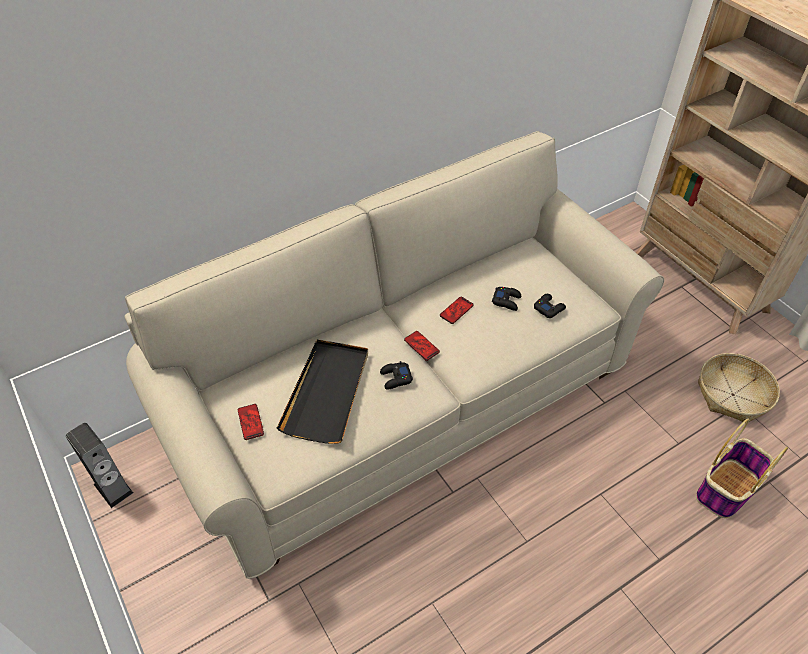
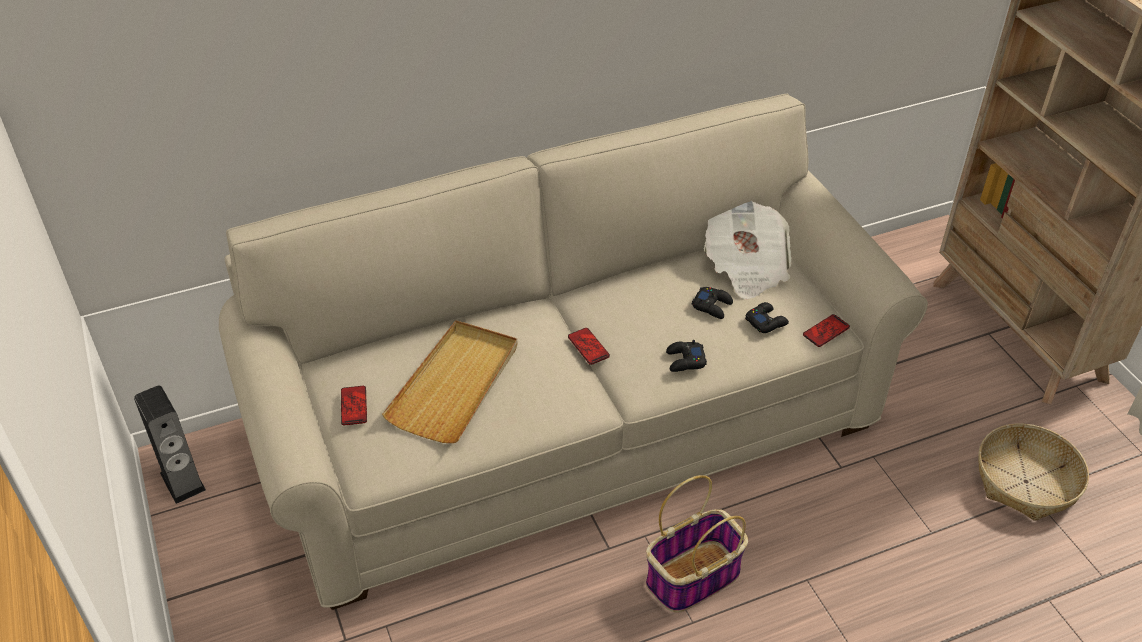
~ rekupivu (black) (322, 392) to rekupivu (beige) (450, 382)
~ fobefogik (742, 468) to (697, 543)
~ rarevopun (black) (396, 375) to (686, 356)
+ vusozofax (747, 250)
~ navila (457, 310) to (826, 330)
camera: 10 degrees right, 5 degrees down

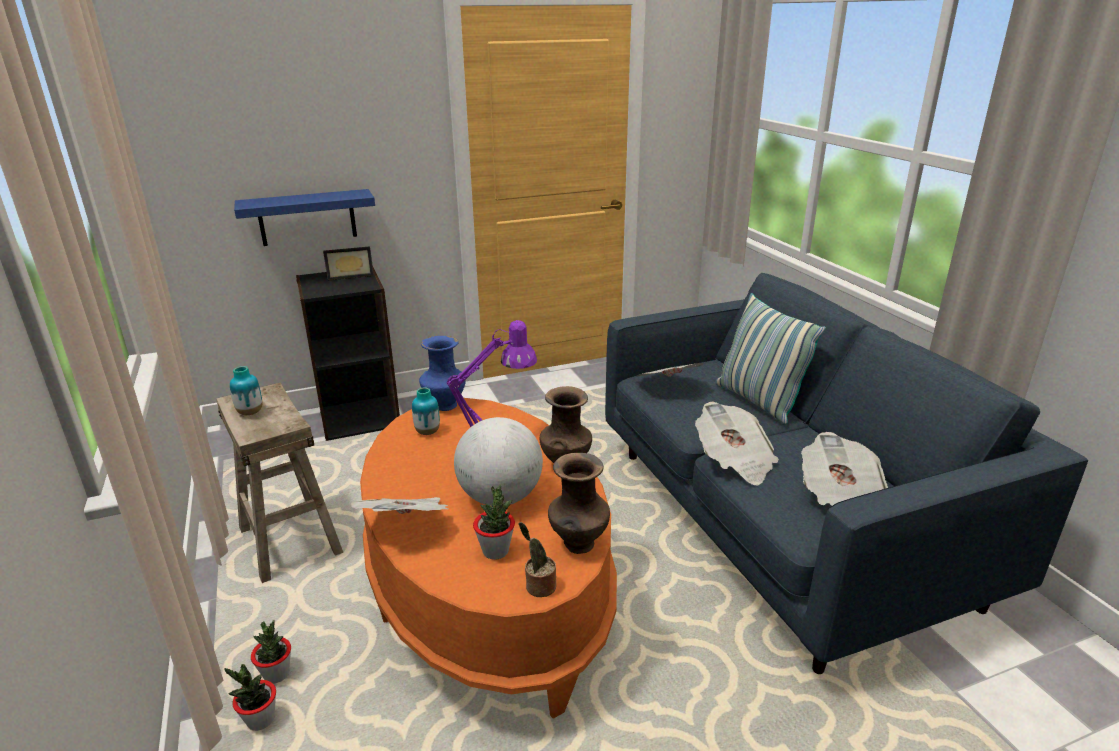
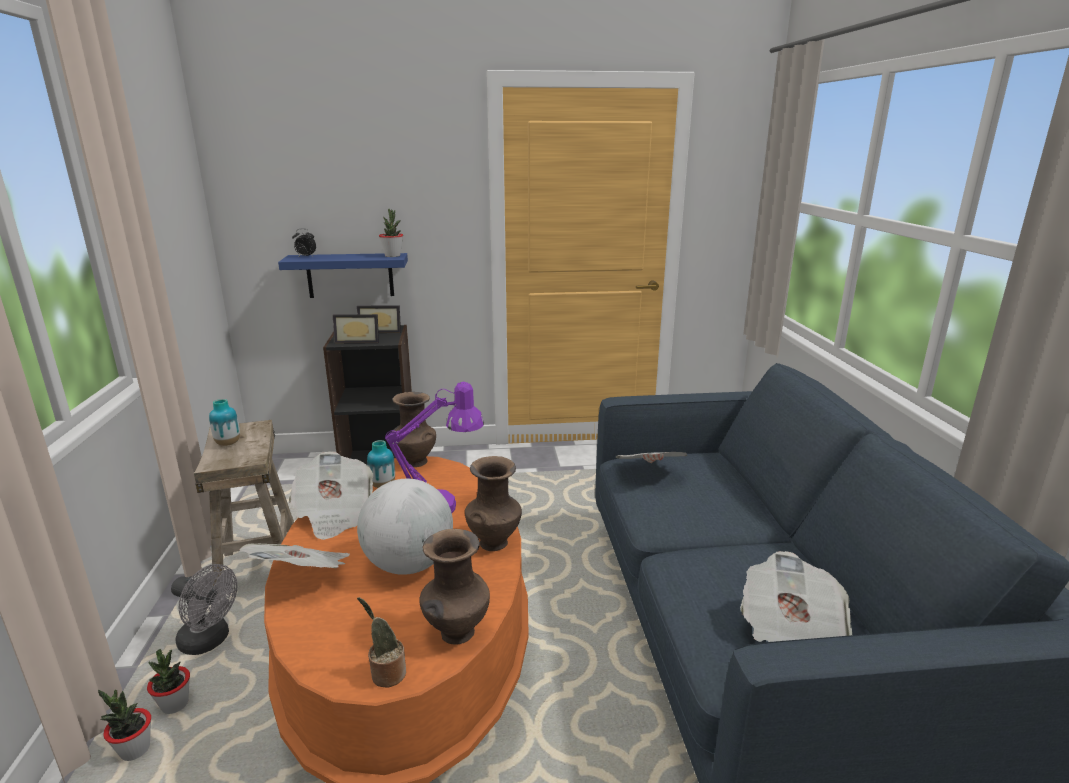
+ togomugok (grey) (204, 609)
~ vusozofax (737, 444) to (330, 496)
+ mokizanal (304, 242)
+ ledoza (356, 329)
~ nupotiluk (494, 522) to (391, 233)
~ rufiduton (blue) (442, 373) to rufiduton (brown) (414, 429)
- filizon (770, 358)
camera: 15 degrees right, 5 degrees down

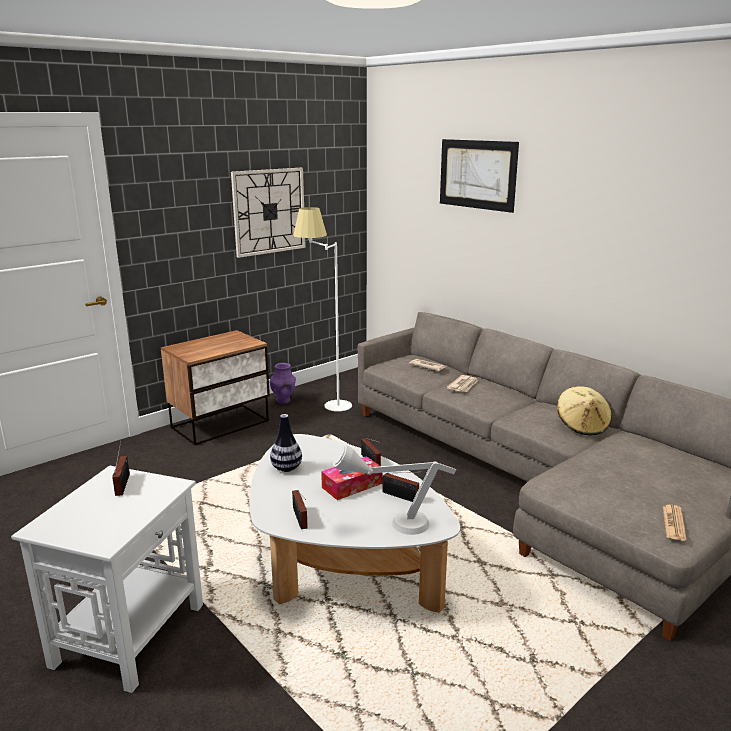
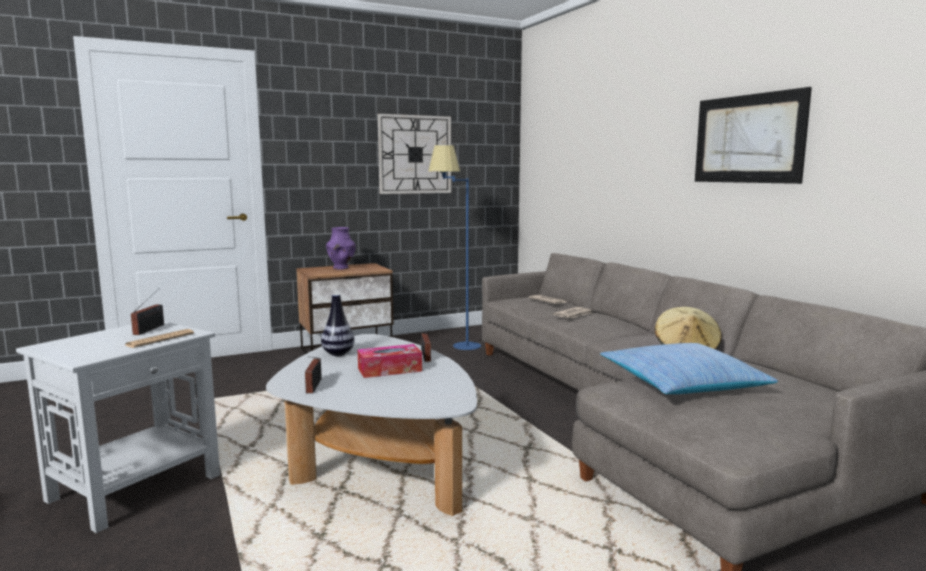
~ vusozofax (674, 523) to (159, 338)
~ rufiduton (purple) (283, 383) to (341, 248)
~ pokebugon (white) (322, 309) to pokebugon (blue) (454, 247)
+ filizon (689, 368)
~ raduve (479, 176) to (753, 135)
- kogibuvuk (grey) (394, 489)
- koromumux (400, 487)
camera: 15 degrees right, 10 degrees down

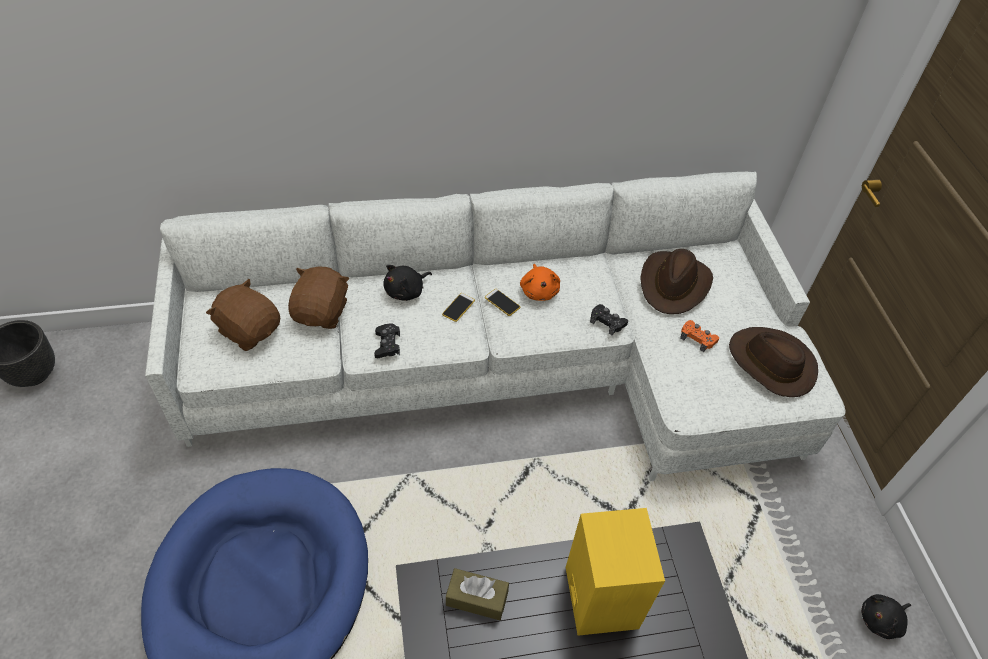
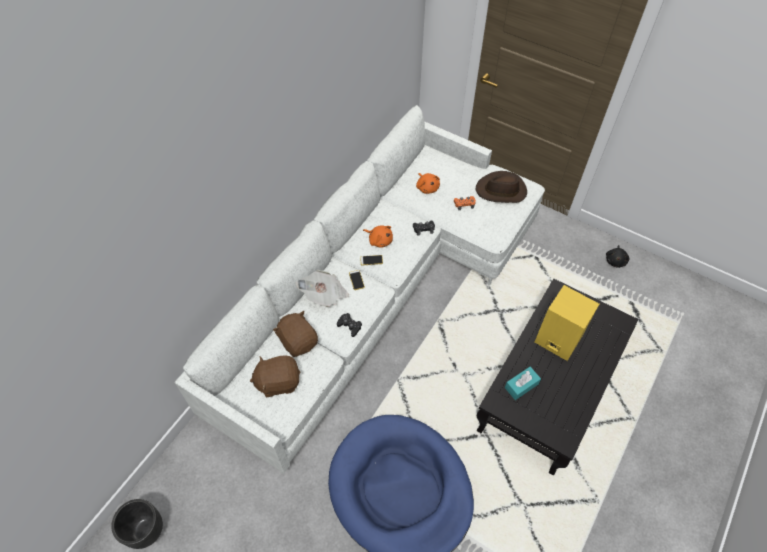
~ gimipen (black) (407, 283) to vusozofax (322, 288)
~ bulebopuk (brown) (676, 281) to gimipen (orange) (428, 183)
~ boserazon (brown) (477, 594) to boserazon (turquoise) (523, 383)
camera: 45 degrees left, 5 degrees up

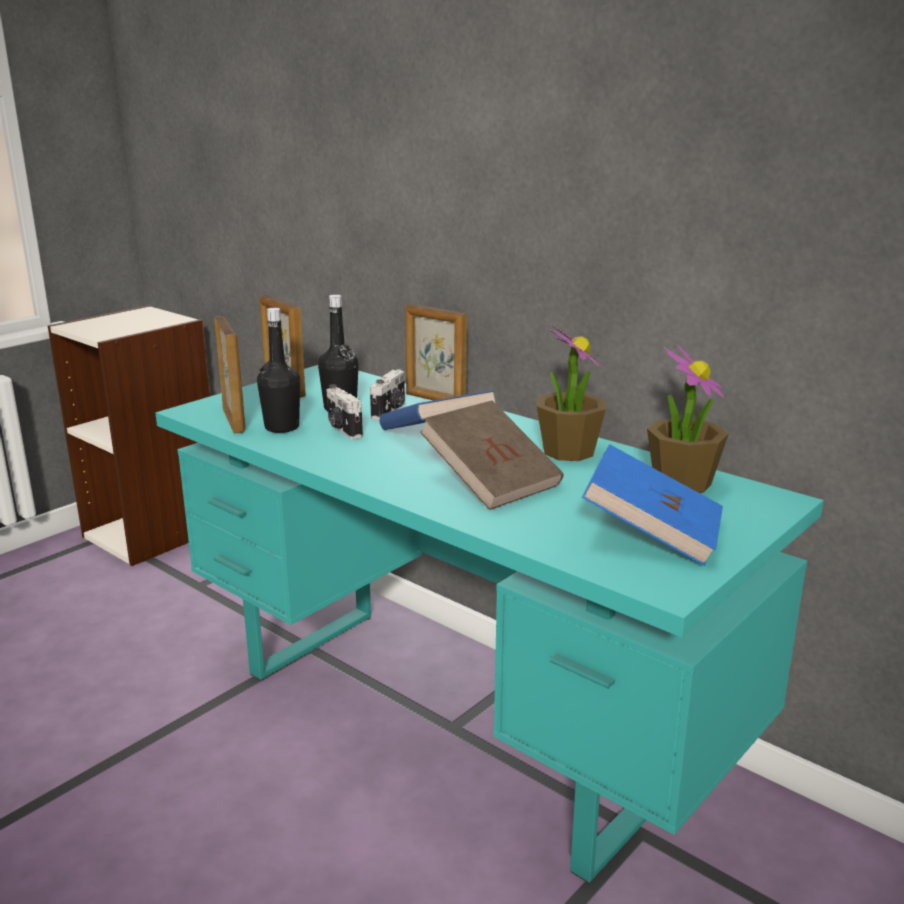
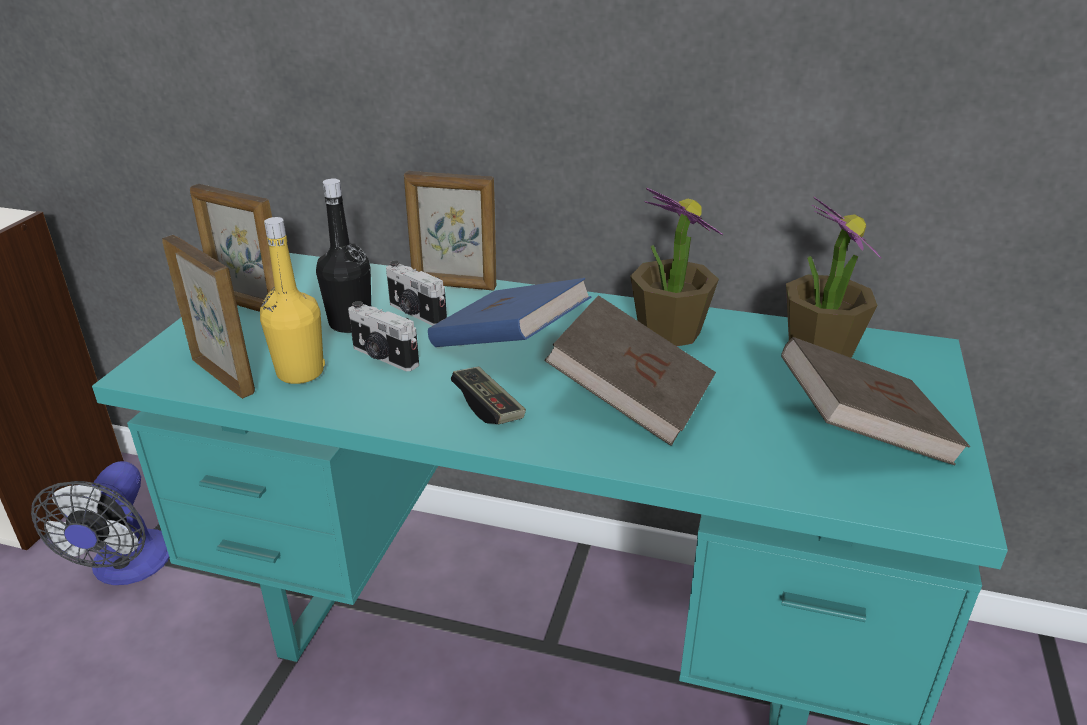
+ togomugok (100, 523)
~ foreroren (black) (278, 370) to foreroren (yellow) (292, 300)
~ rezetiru (387, 394) = (416, 293) 135 degrees clockwise
+ rarevopun (488, 395)
~ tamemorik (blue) (652, 505) to tamemorik (brown) (875, 401)
camera: 25 degrees left, 10 degrees up

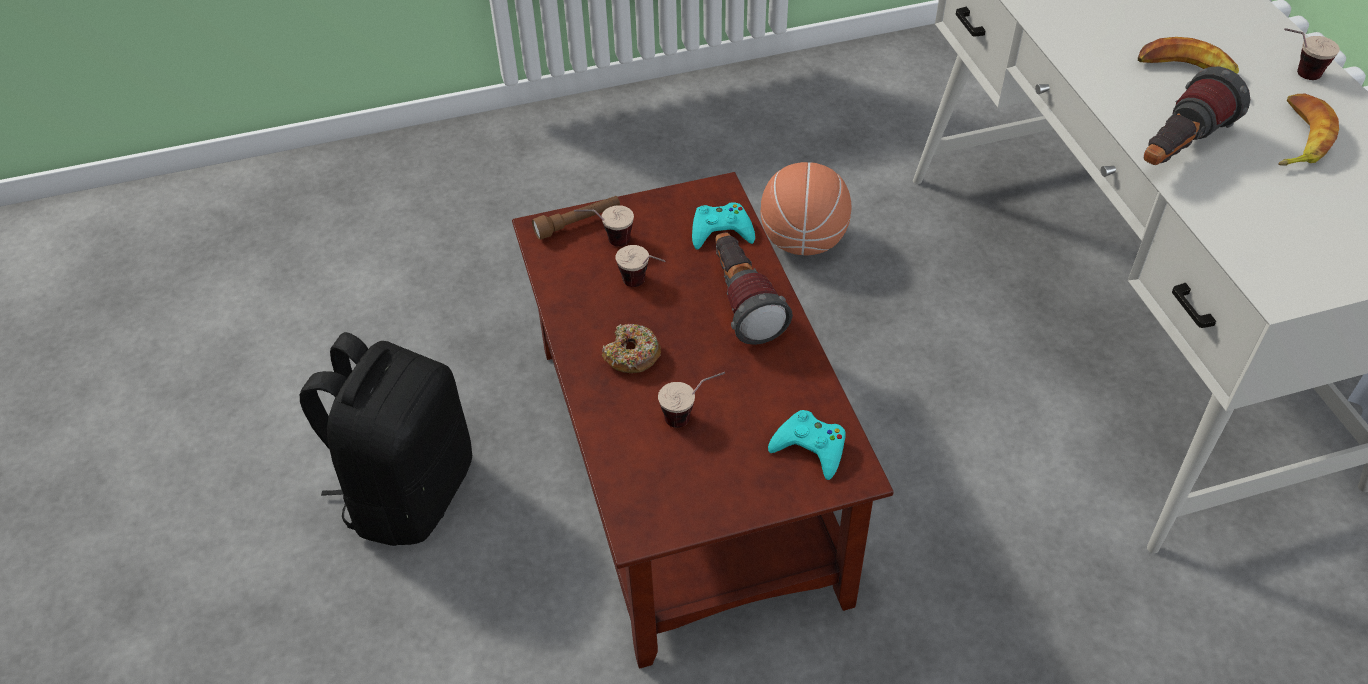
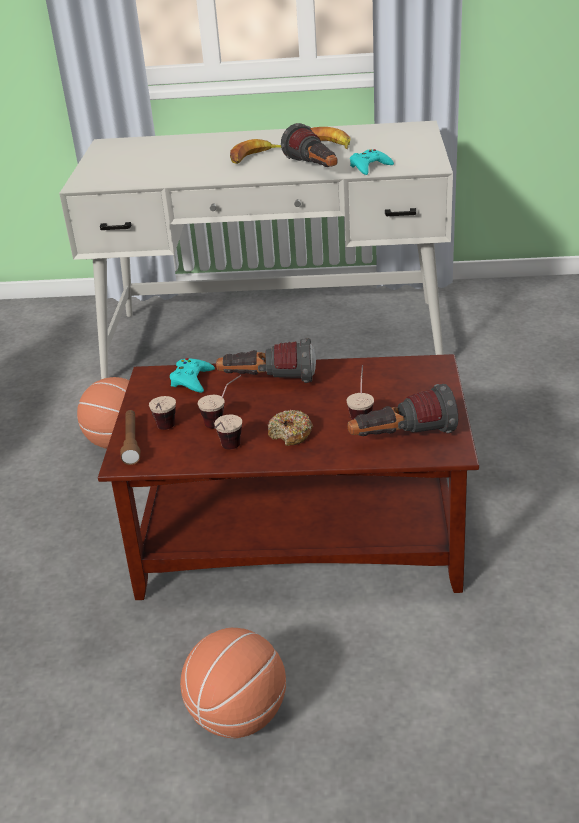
~ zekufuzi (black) (386, 439) to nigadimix (233, 683)
~ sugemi (1312, 54) to (228, 432)
+ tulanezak (403, 410)
~ rarevopun (turquoise) (807, 445) to (372, 162)
camera: 70 degrees left, 15 degrees down

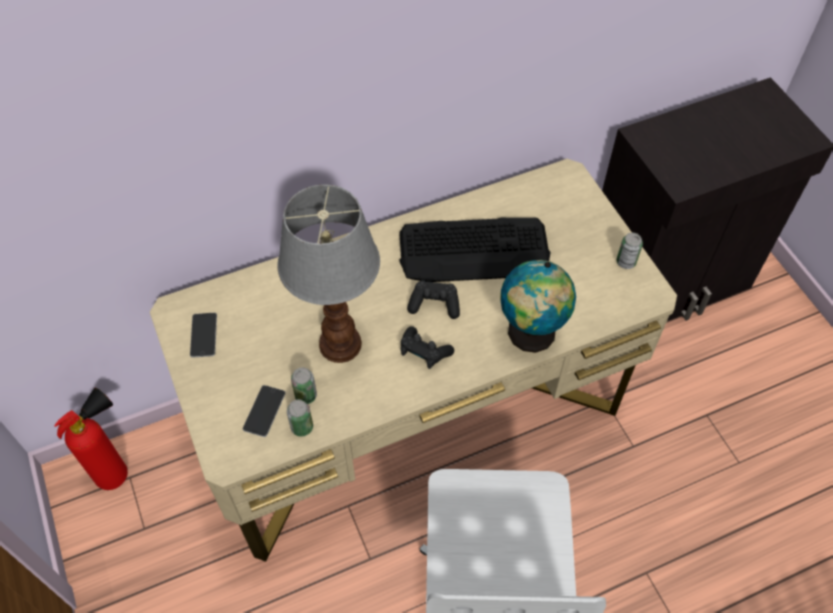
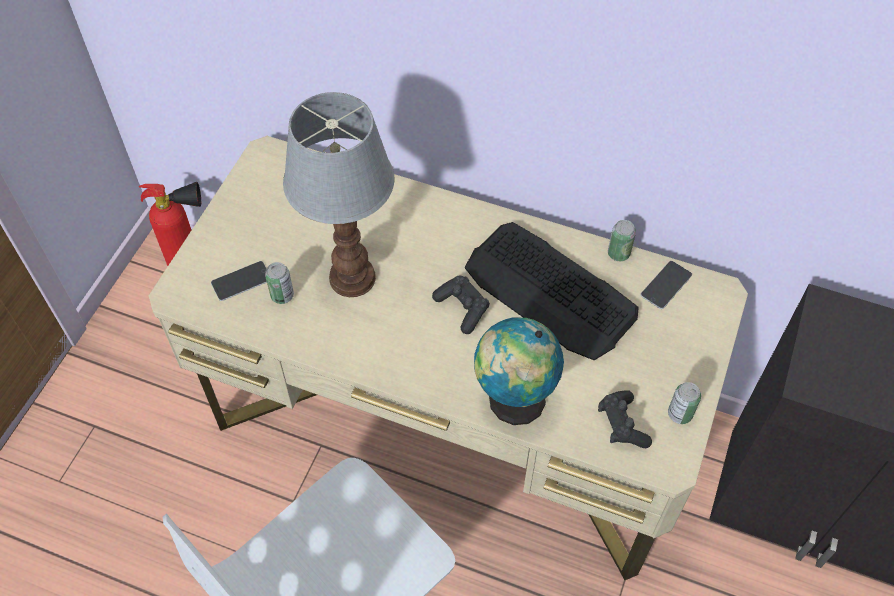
~ rarevopun (black) (427, 347) to (625, 419)
~ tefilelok (300, 418) to (622, 240)
~ navila (203, 335) to (666, 285)
camera: 45 degrees right, 0 degrees up

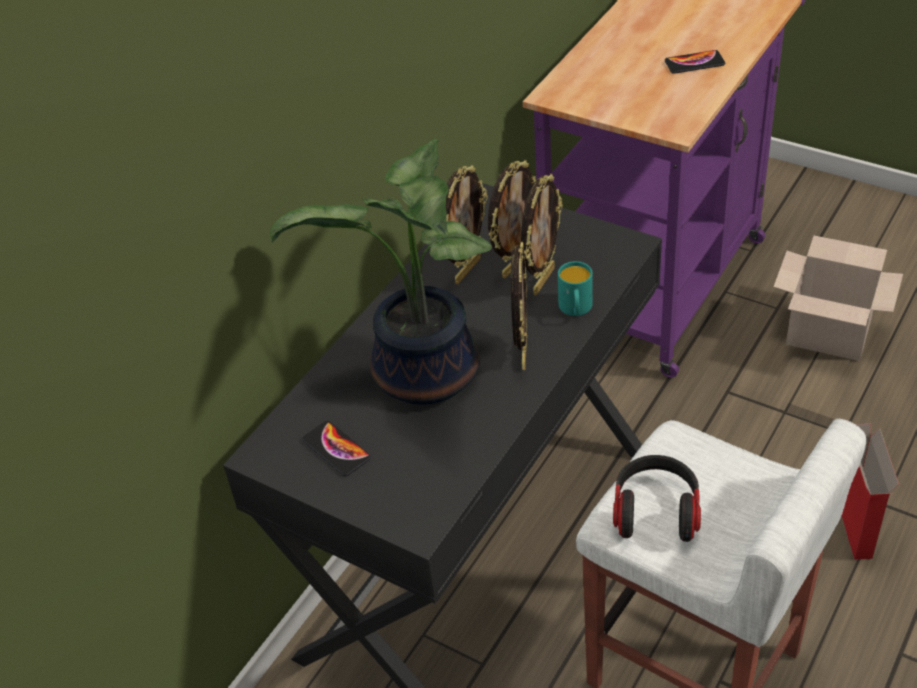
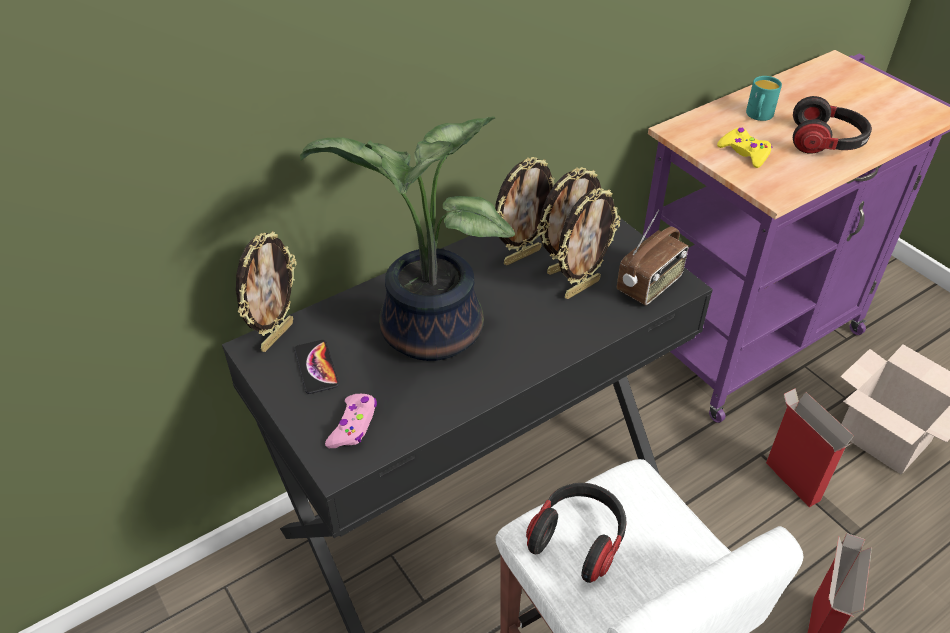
~ ledoza (519, 306) to (266, 291)
+ rarevopun (pink) (351, 421)
+ koromumux (652, 257)
+ rarevopun (yellow) (744, 148)
~ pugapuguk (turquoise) (575, 288) to (764, 98)
+ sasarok (810, 447)
~ navila (695, 62) to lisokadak (832, 125)
camera: 20 degrees right, 0 degrees up

